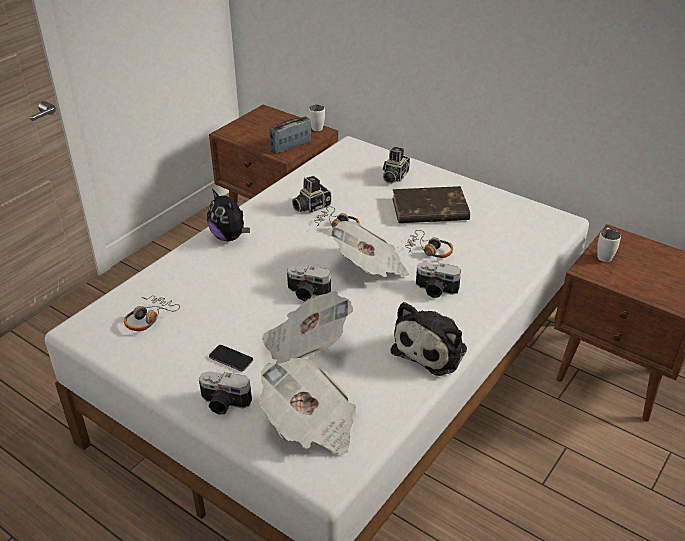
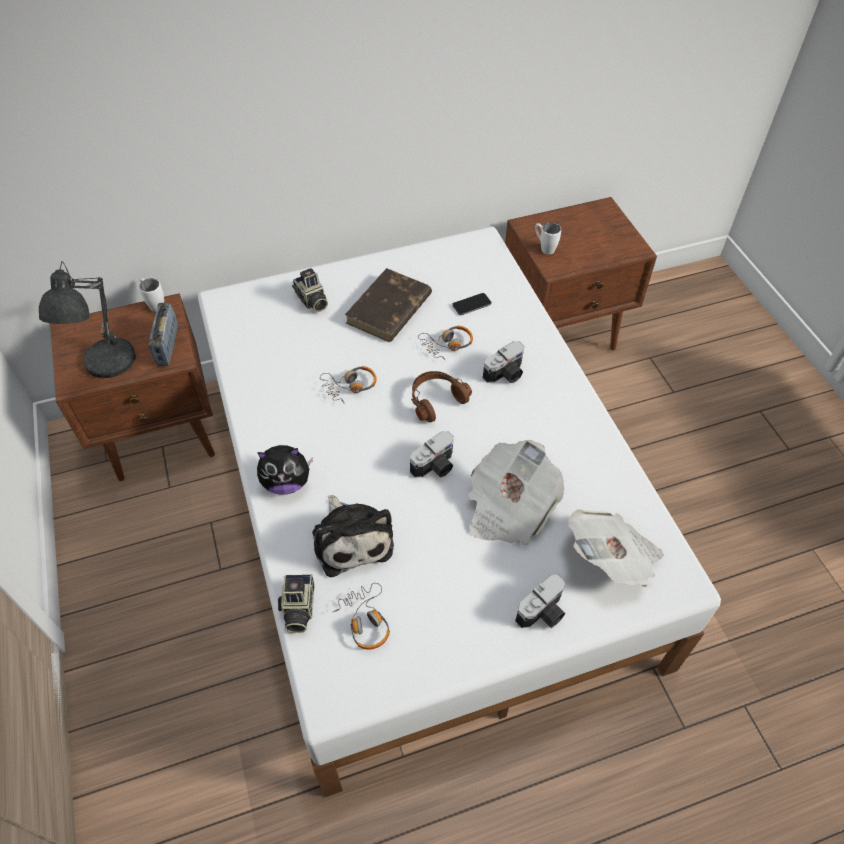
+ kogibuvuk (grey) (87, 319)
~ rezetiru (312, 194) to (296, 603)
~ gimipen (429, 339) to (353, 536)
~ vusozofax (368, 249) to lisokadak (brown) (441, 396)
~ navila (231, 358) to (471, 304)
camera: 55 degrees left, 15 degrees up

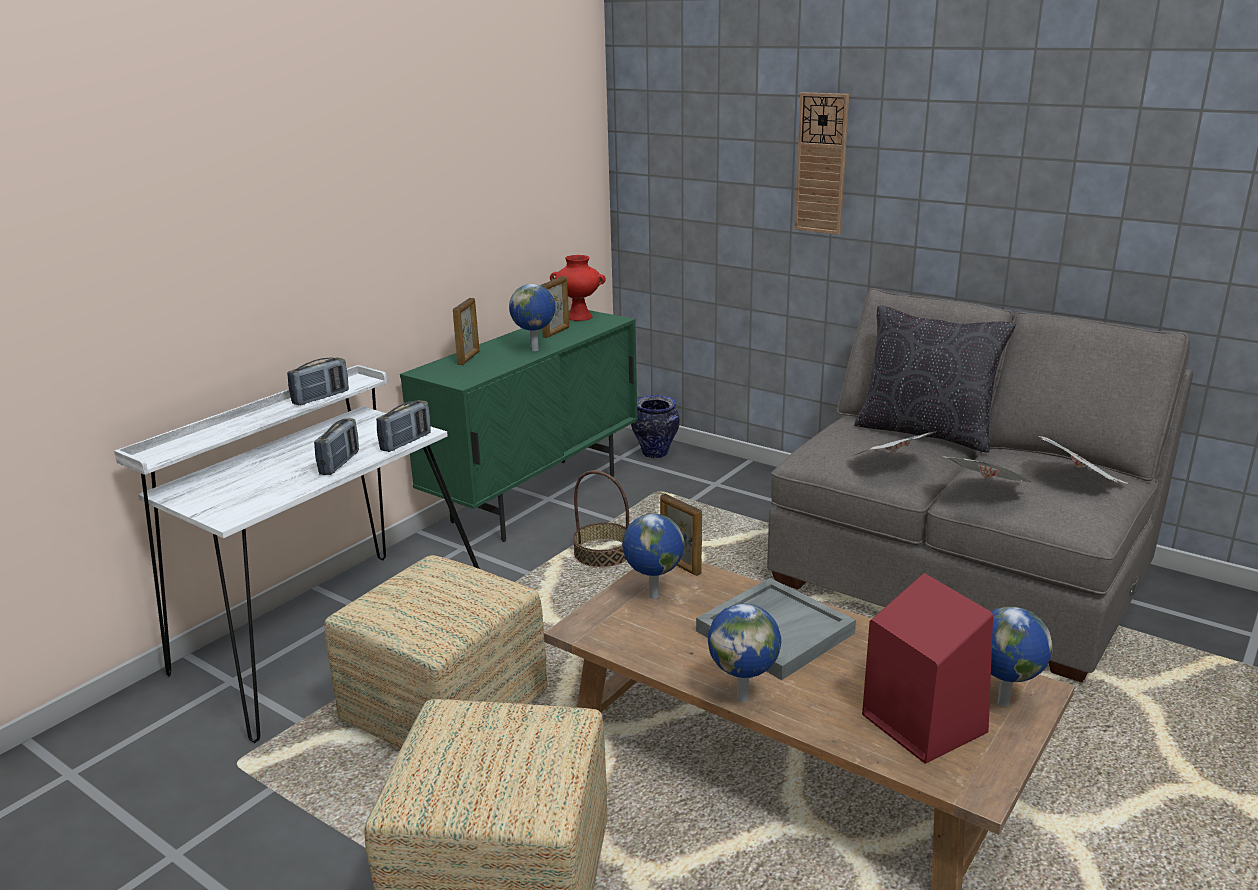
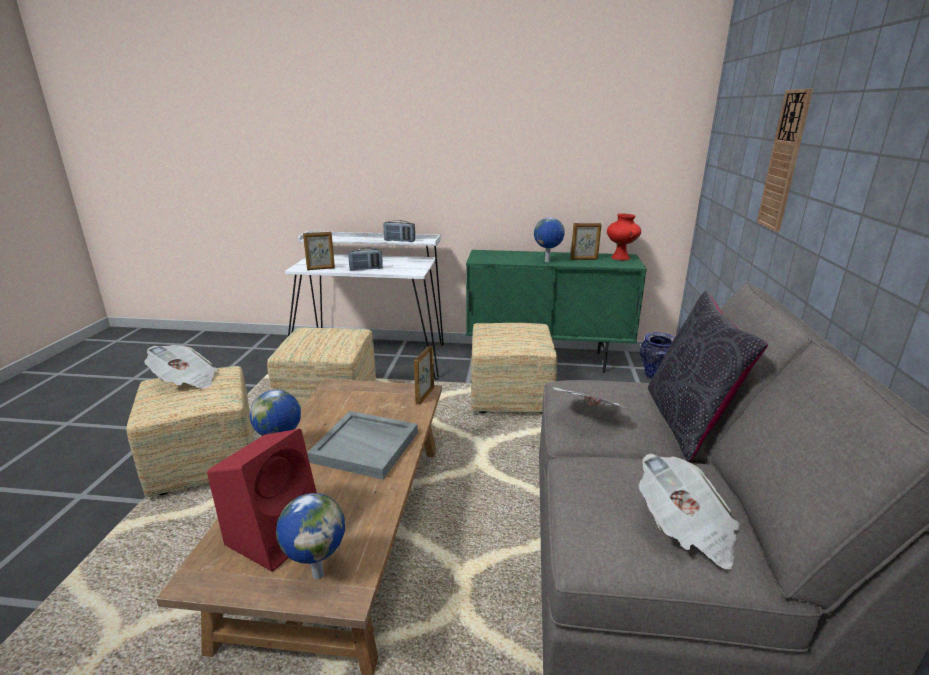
~ vusozofax (986, 469) to (181, 367)
~ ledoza (466, 331) to (319, 251)
~ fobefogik (601, 518) to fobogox (514, 368)
- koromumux (403, 426)
- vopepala (653, 556)
camera: 60 degrees right, 0 degrees up

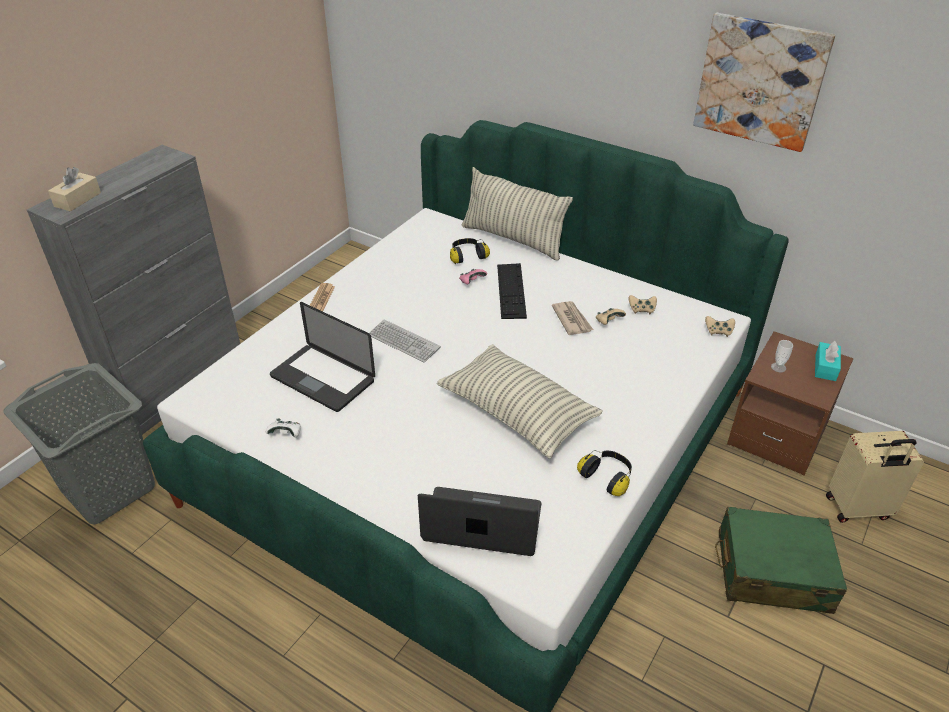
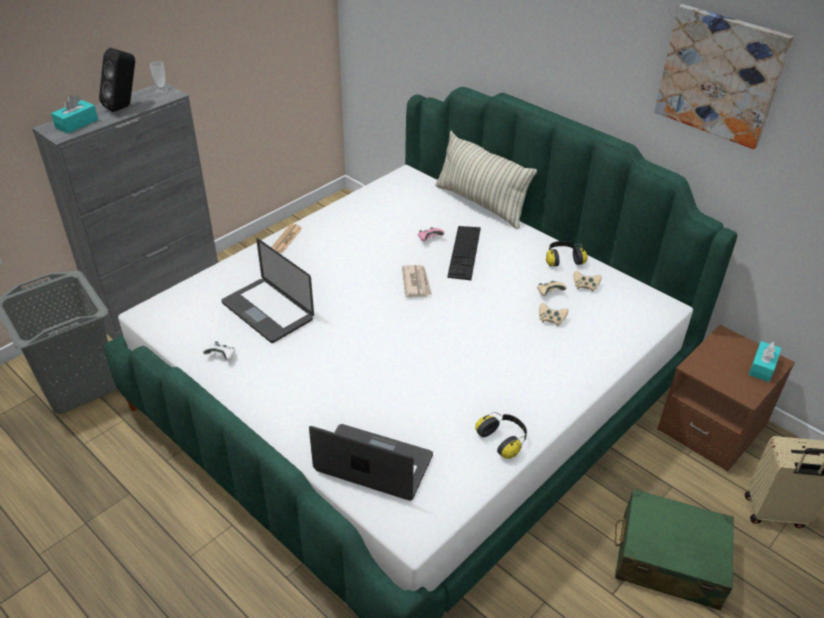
~ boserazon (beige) (74, 189) to boserazon (turquoise) (74, 114)
+ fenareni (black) (117, 80)
~ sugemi (782, 356) to (159, 78)
~ vusozofax (572, 318) to (417, 281)
~ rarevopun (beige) (720, 326) to (553, 314)
~ lisokadak (470, 251) to (567, 254)
- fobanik (405, 341)
- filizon (520, 401)
camera: 10 degrees right, 0 degrees up

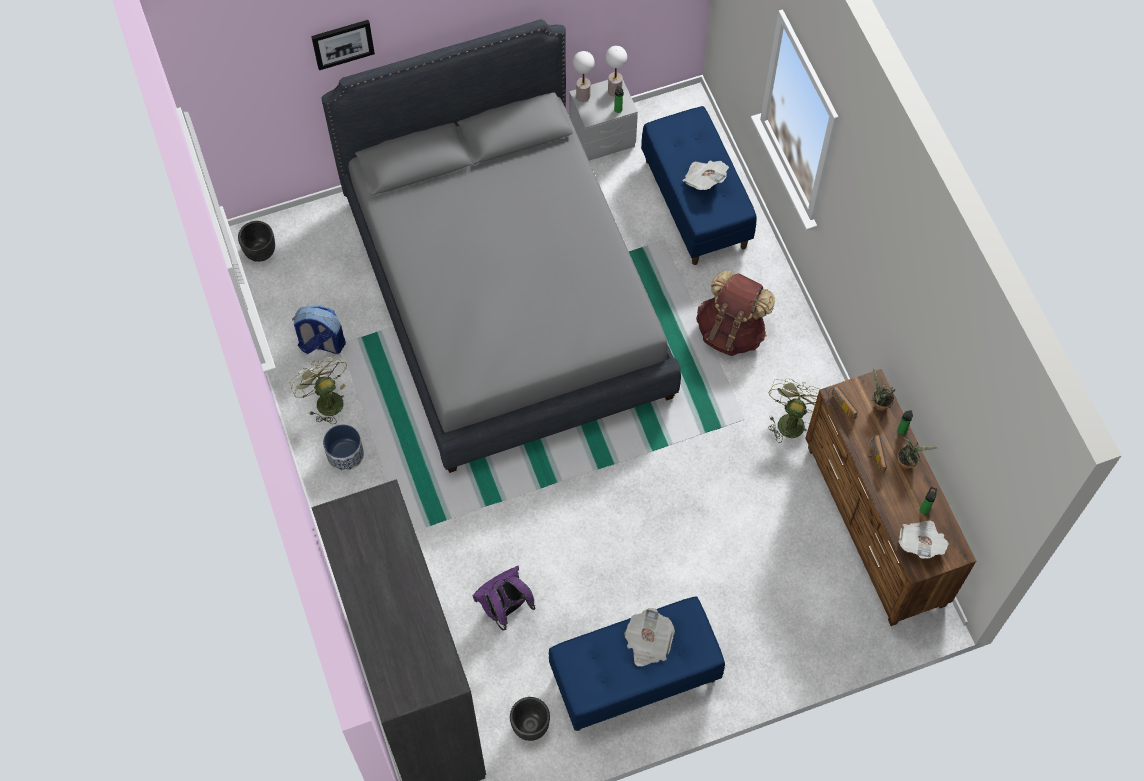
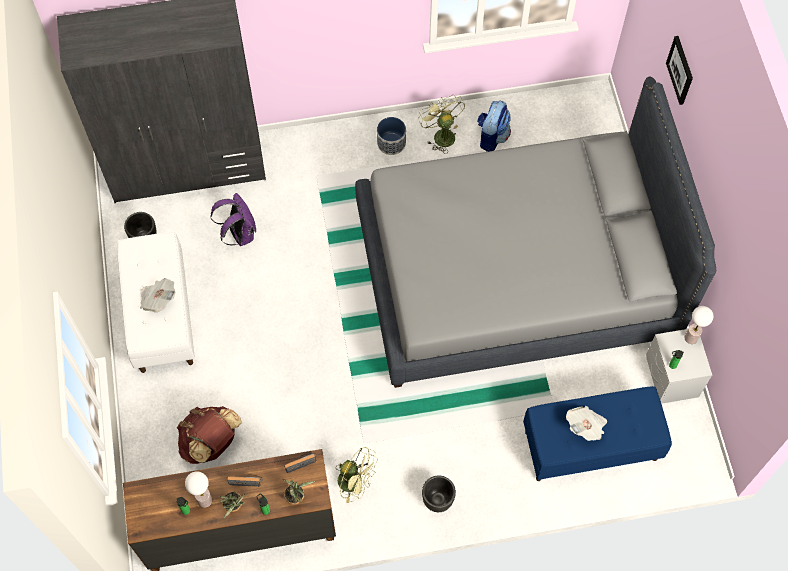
~ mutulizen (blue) (637, 663) to mutulizen (white) (156, 302)
~ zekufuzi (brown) (735, 313) to (209, 435)
~ kogibuvuk (616, 71) to (198, 489)
~ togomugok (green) (318, 389) = (441, 123) 90 degrees counterclockwise
~ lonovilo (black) (256, 241) to (439, 493)
- vusozofax (924, 539)
camera: 100 degrees right, 0 degrees up

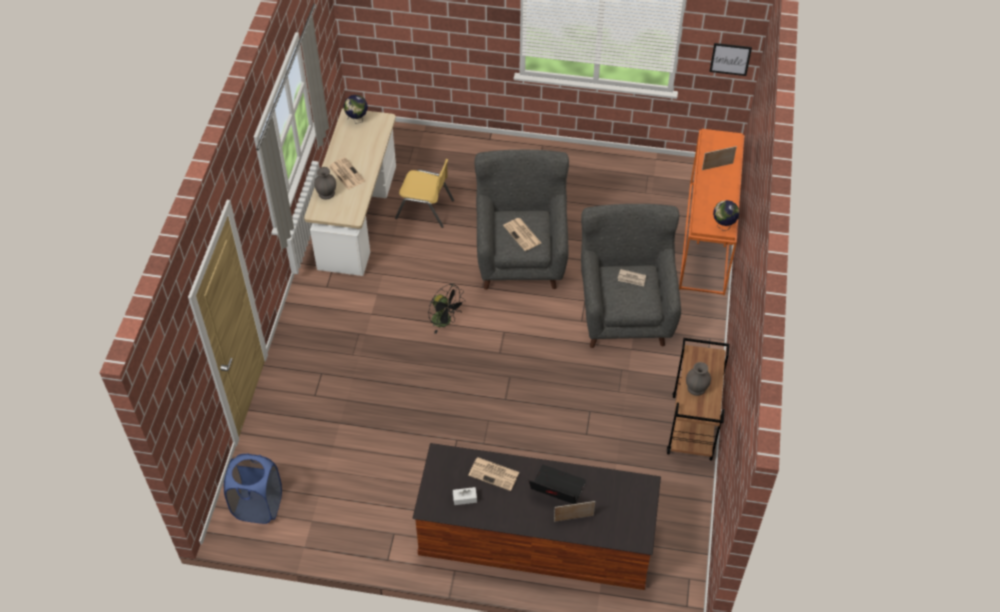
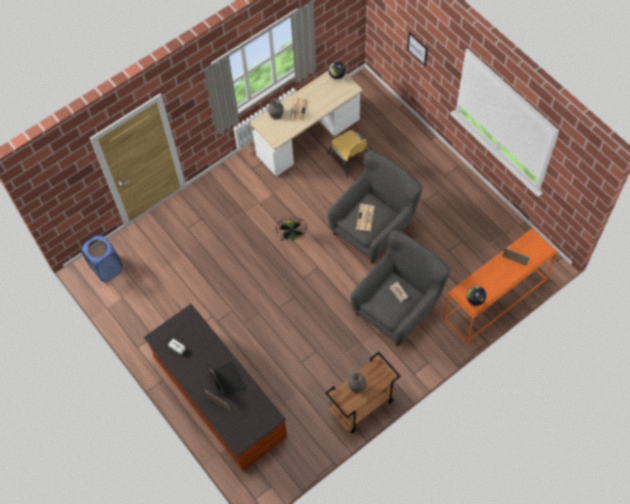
~ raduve (730, 59) to (417, 49)
- vusozofax (493, 474)
camera: 45 degrees right, 10 degrees up

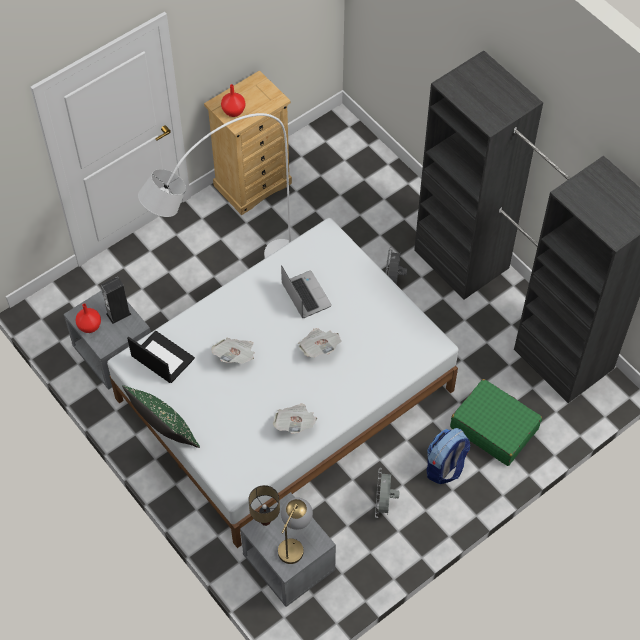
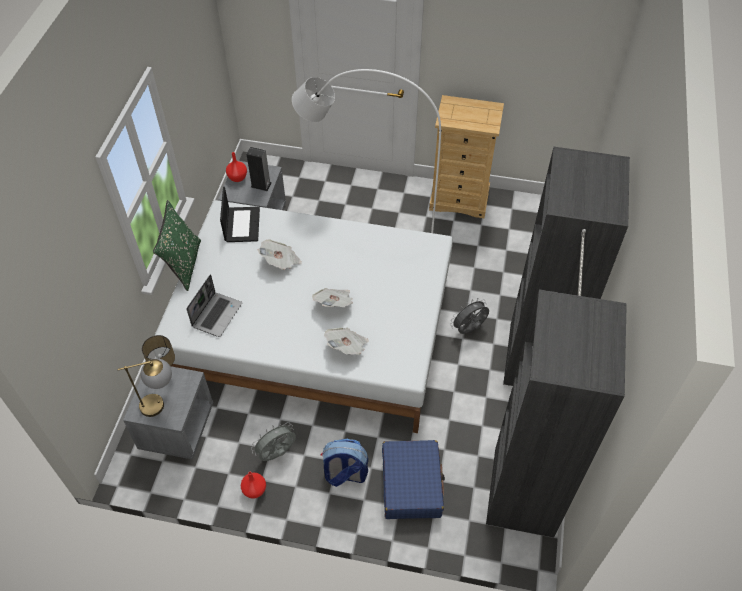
~ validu (306, 291) to (214, 305)
~ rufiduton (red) (233, 100) to (253, 485)
~ vusozofax (295, 419) to (346, 341)
~ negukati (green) (496, 422) to negukati (blue) (413, 479)
camera: 50 degrees right, 5 degrees down

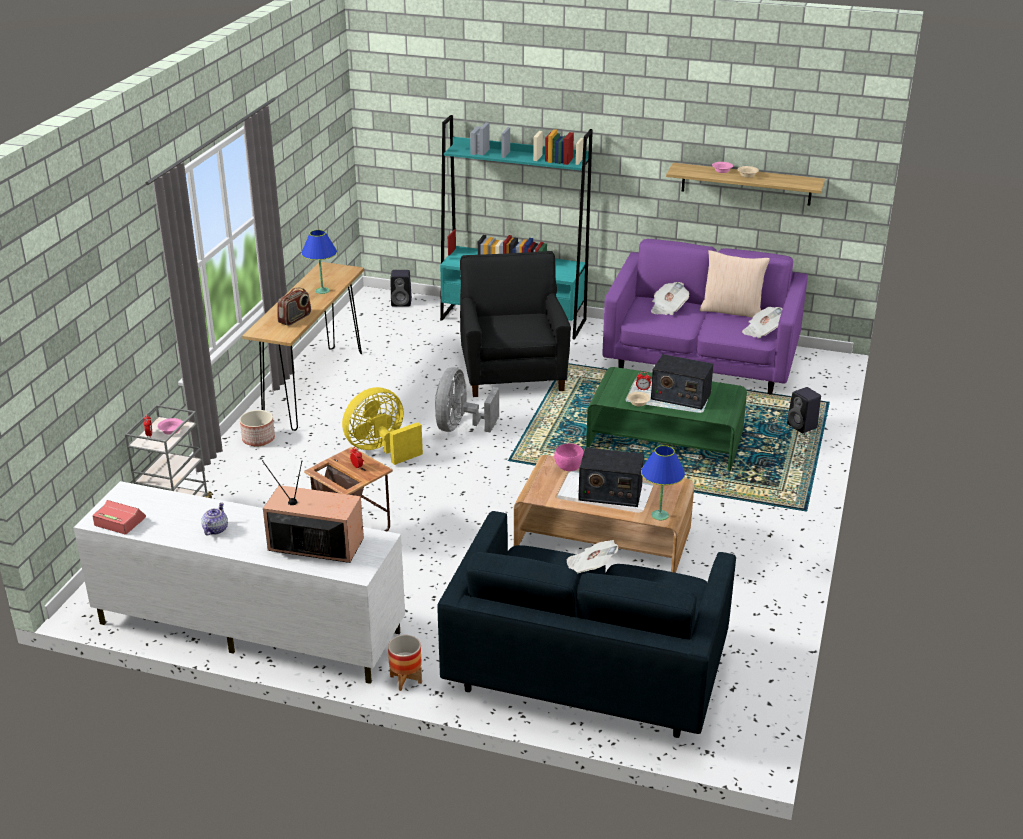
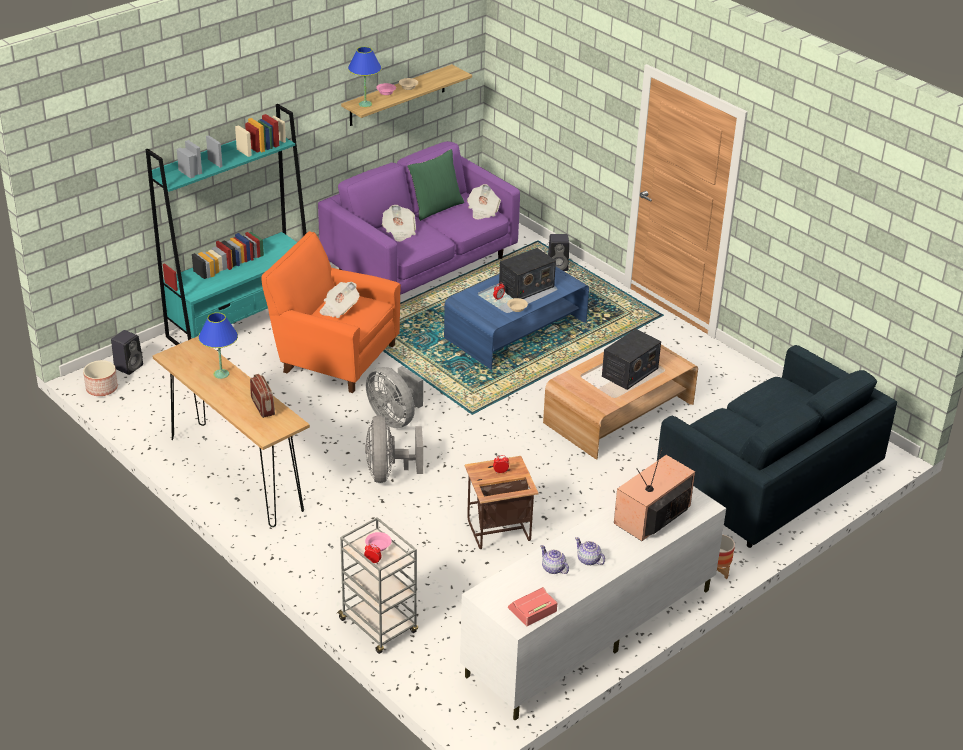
~ lonovilo (257, 428) to (100, 378)
~ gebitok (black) (515, 324) to gebitok (orange) (331, 312)
~ vusozofax (593, 556) to (339, 300)
~ kogibuvuk (blue) (663, 482) to (365, 77)
~ togomugok (yellow) (382, 426) to togomugok (grey) (394, 449)
~ filizon (beige) (735, 284) to filizon (green) (436, 185)
~ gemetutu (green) (666, 419) to gemetutu (blue) (516, 318)
+ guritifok (554, 559)
- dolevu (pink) (569, 457)
camera: 60 degrees left, 5 degrees up

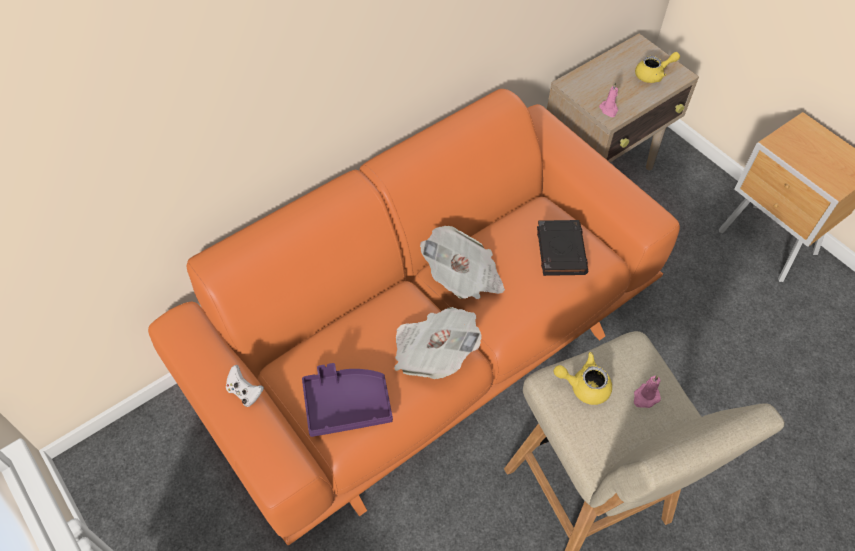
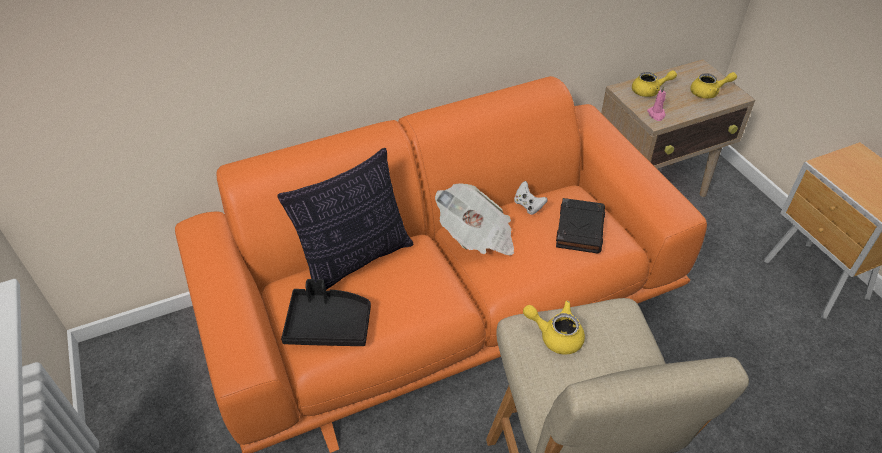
+ filizon (345, 219)
~ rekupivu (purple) (347, 400) to rekupivu (black) (326, 312)
~ rarevopun (white) (245, 386) to (531, 198)
+ guritifok (yellow) (654, 83)
- vusozofax (438, 343)
- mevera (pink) (647, 391)
camera: 15 degrees right, 10 degrees down

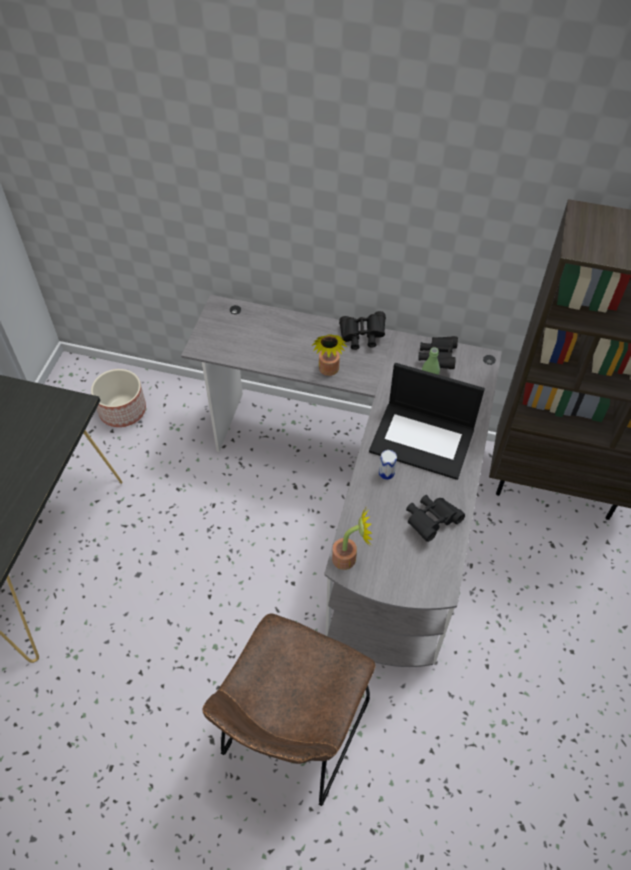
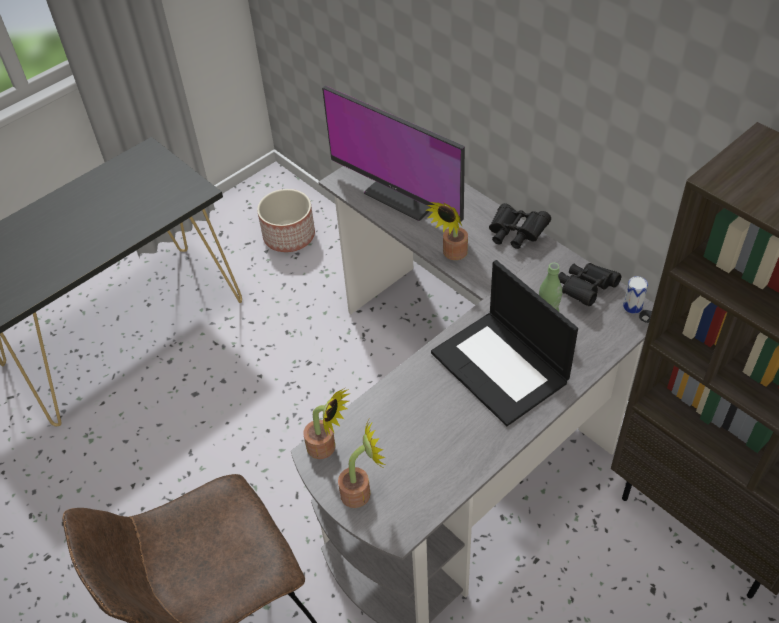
+ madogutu (393, 154)
+ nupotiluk (361, 465)
~ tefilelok (388, 465) to (635, 295)
- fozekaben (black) (435, 518)
camera: 35 degrees right, 5 degrees down

